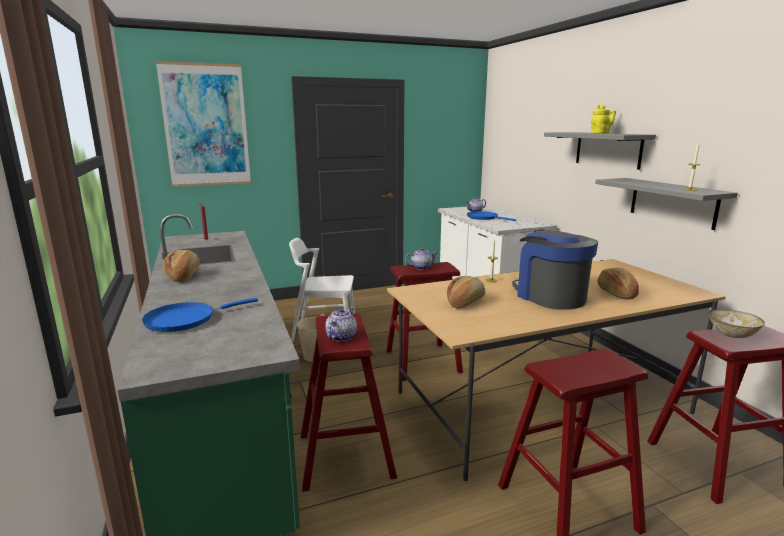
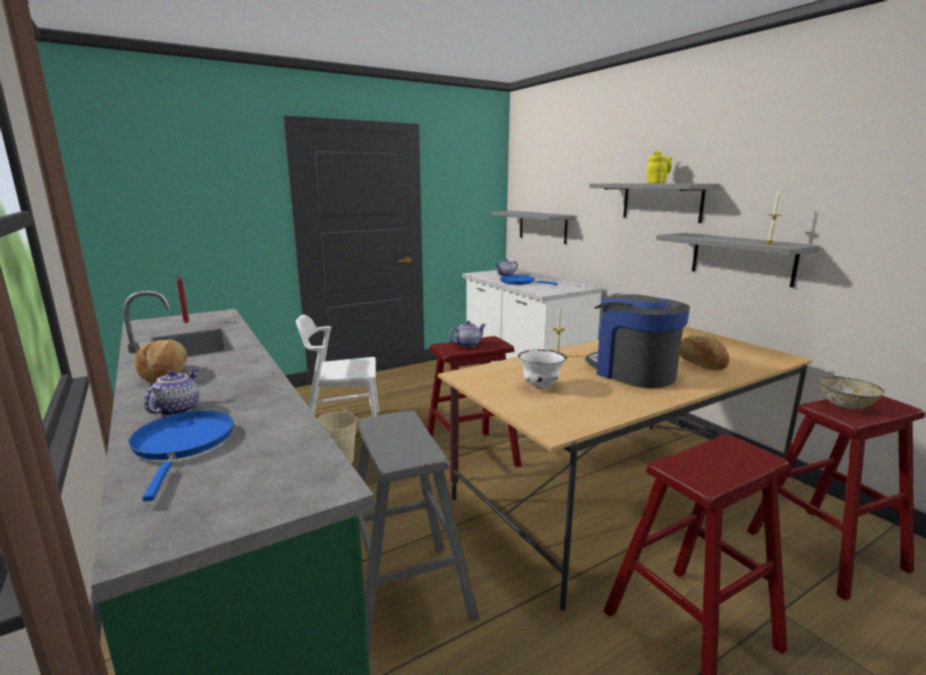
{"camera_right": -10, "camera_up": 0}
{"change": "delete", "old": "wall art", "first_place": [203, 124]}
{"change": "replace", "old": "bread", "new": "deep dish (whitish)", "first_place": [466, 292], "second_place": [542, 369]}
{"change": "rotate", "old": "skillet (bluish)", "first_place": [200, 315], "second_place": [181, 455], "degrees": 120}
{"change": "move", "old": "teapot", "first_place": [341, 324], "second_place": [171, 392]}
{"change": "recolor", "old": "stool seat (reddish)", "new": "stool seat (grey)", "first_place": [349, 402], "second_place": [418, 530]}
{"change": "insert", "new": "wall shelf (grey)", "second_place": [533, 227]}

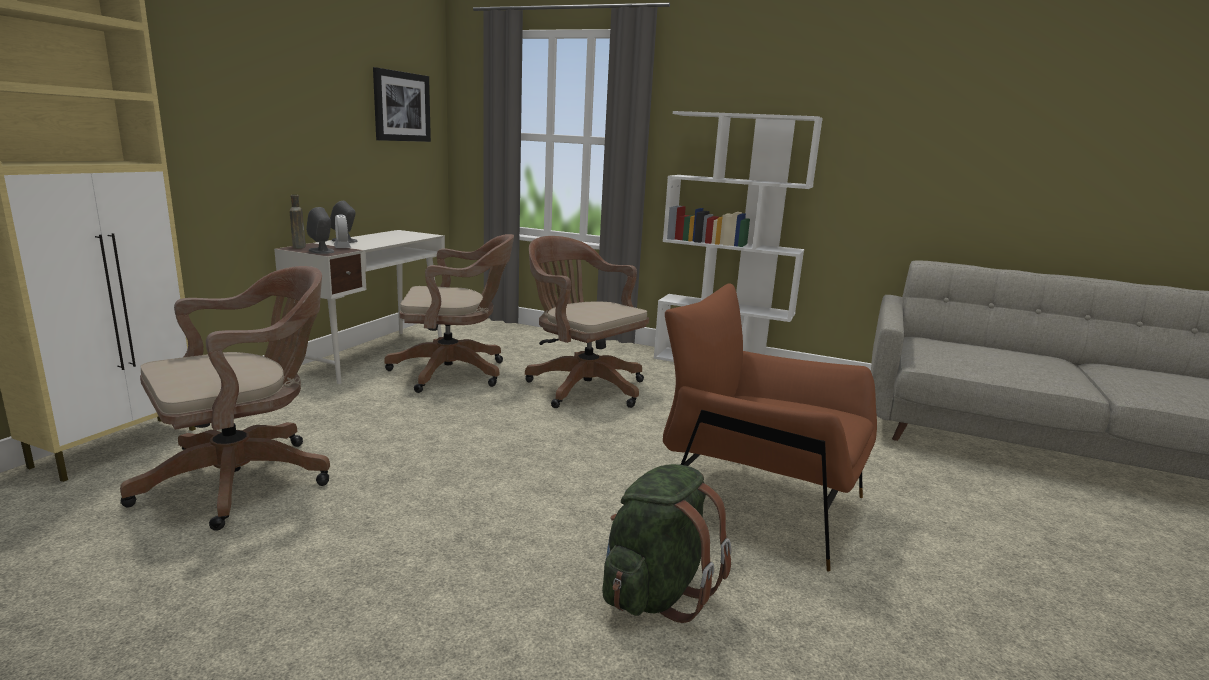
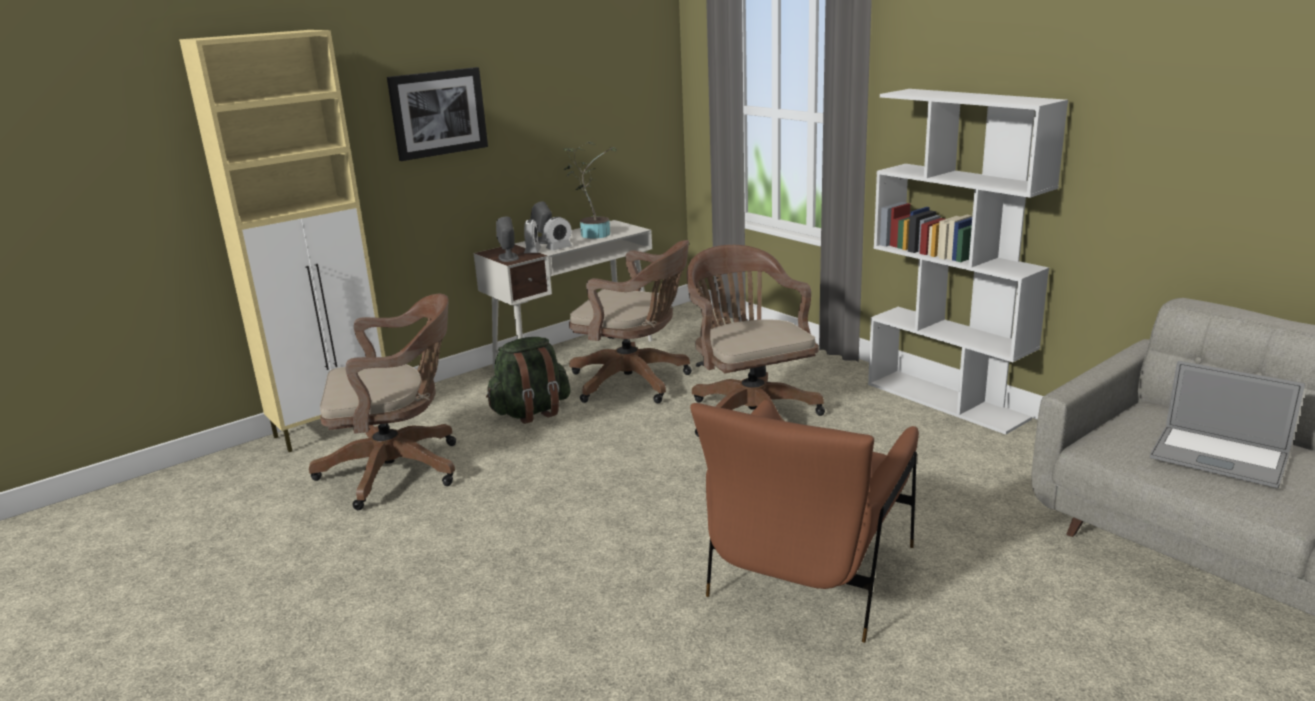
{"camera_right": 30, "camera_up": 5}
{"change": "move", "old": "wall art", "first_place": [402, 104], "second_place": [437, 114]}
{"change": "delete", "old": "beverage bottle (brown)", "first_place": [298, 222]}
{"change": "rotate", "old": "easy chair (brown)", "first_place": [770, 427], "second_place": [804, 521], "degrees": -120}
{"change": "move", "old": "backpack (green)", "first_place": [666, 543], "second_place": [528, 380]}
{"change": "insert", "new": "houseplant", "second_place": [590, 190]}
{"change": "insert", "new": "alarm clock", "second_place": [557, 233]}
{"change": "insert", "new": "laptop", "second_place": [1227, 424]}

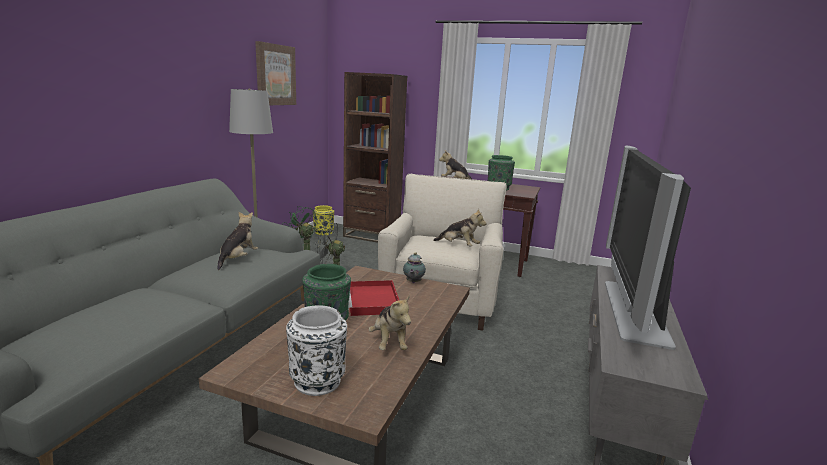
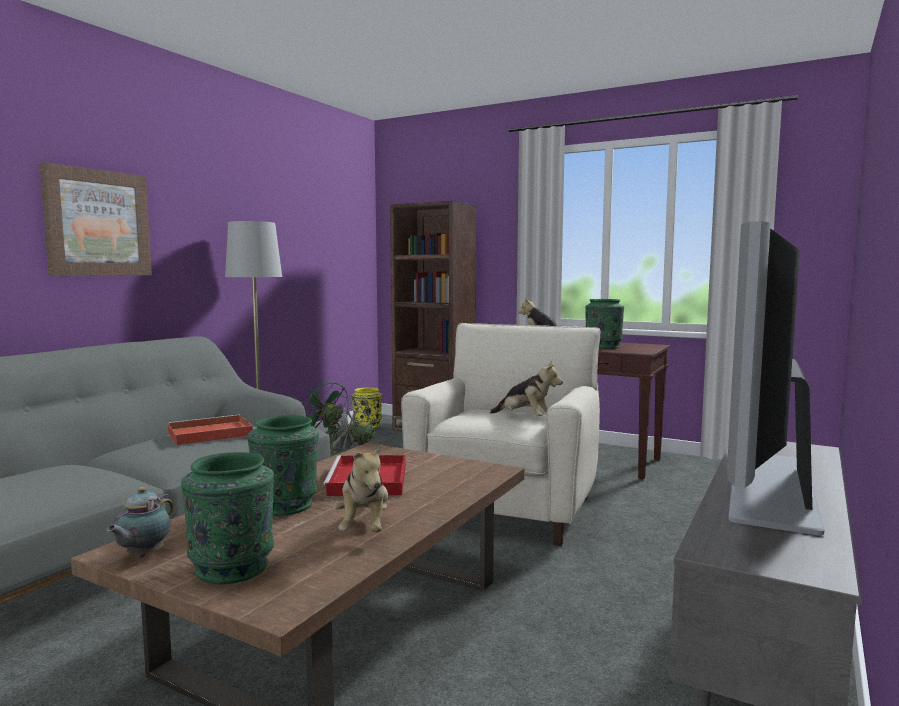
{"camera_right": 10, "camera_up": -10}
{"change": "move", "old": "wall art", "first_place": [275, 73], "second_place": [96, 219]}
{"change": "replace", "old": "cuddly toy", "new": "serving tray (reddish)", "first_place": [237, 240], "second_place": [210, 430]}
{"change": "move", "old": "teapot", "first_place": [414, 267], "second_place": [139, 522]}
{"change": "recolor", "old": "vase (whitish)", "new": "vase (green)", "first_place": [316, 350], "second_place": [227, 518]}

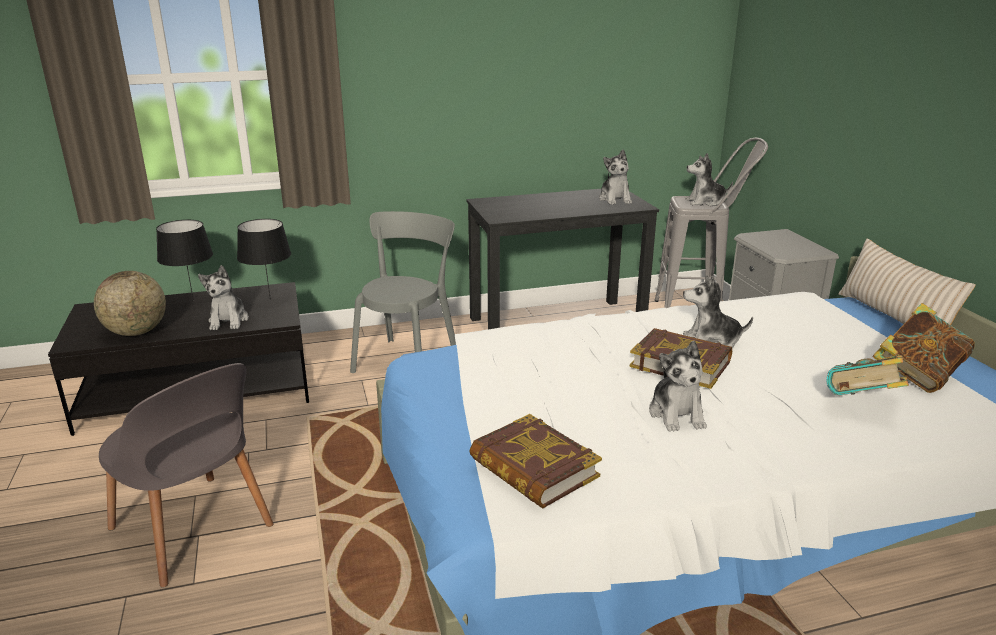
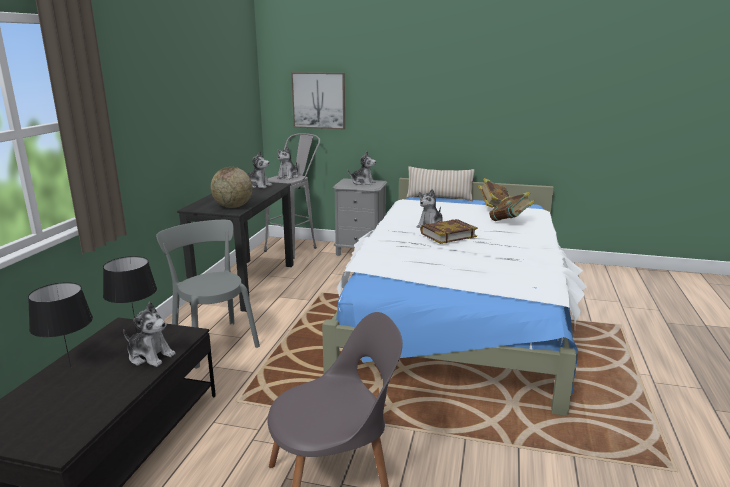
{"camera_right": -60, "camera_up": -5}
{"change": "move", "old": "desk globe", "first_place": [130, 303], "second_place": [232, 187]}
{"change": "move", "old": "cuddly toy", "first_place": [678, 386], "second_place": [362, 168]}
{"change": "delete", "old": "volume", "first_place": [535, 461]}
{"change": "insert", "new": "wall art", "second_place": [318, 100]}

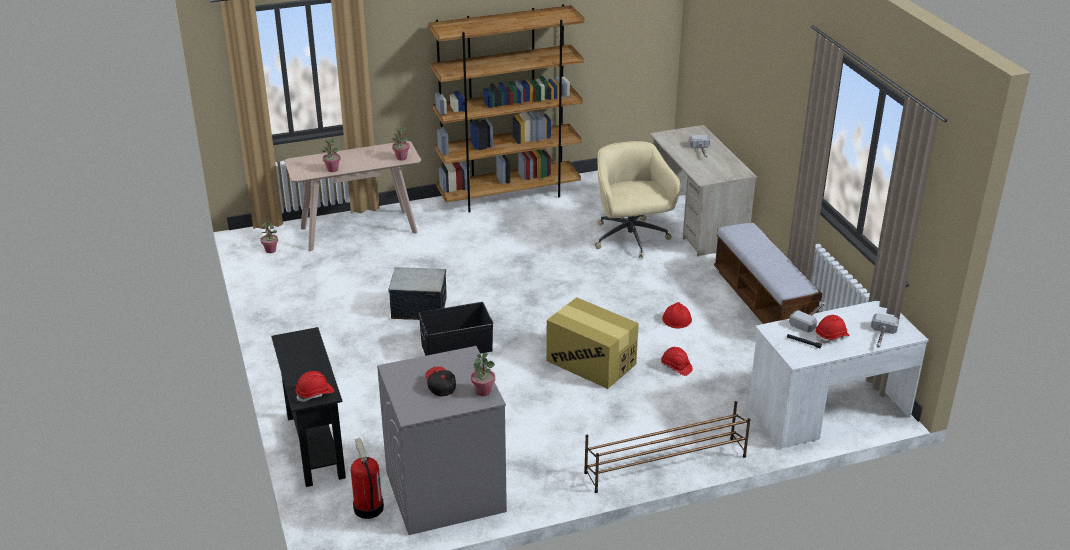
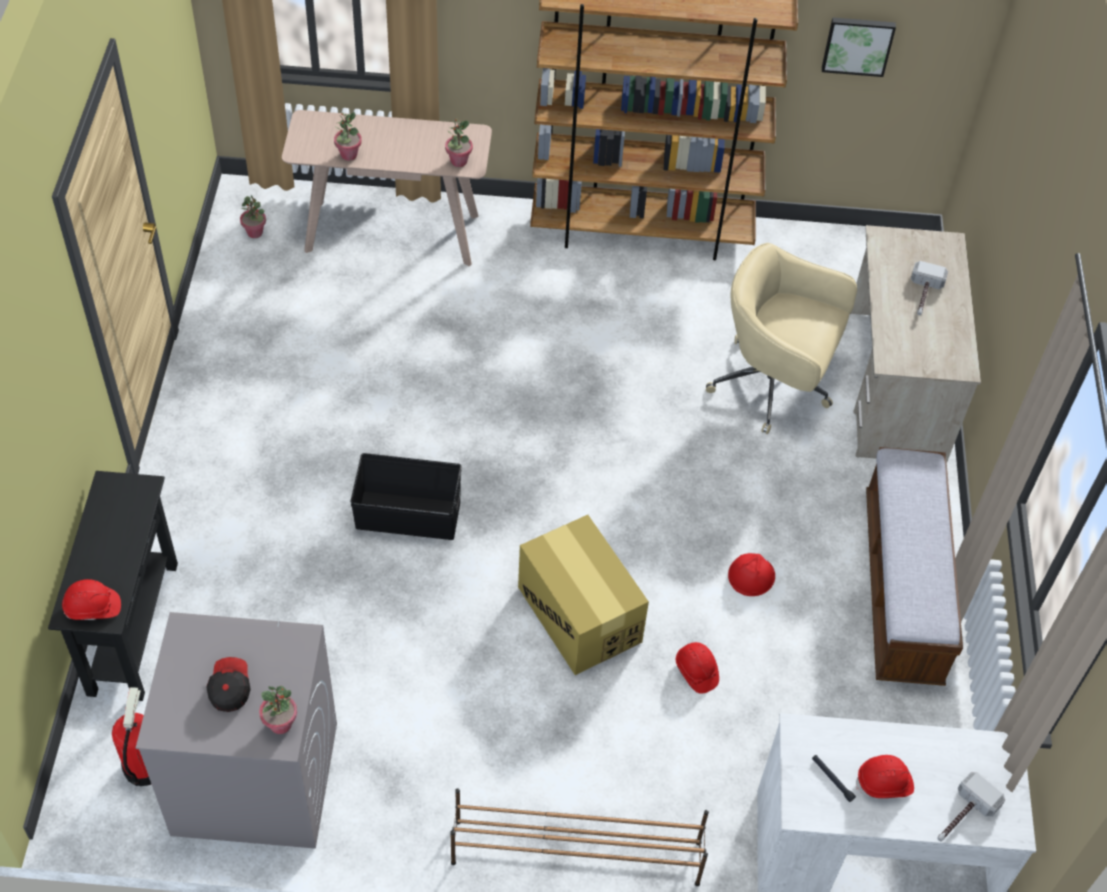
{"camera_right": 20, "camera_up": 20}
{"change": "rotate", "old": "office chair (sand-coloured)", "first_place": [637, 199], "second_place": [781, 338], "degrees": -75}
{"change": "delete", "old": "storage bin", "first_place": [417, 293]}
{"change": "delete", "old": "hammer", "first_place": [807, 317]}
{"change": "insert", "new": "wall art", "second_place": [859, 47]}

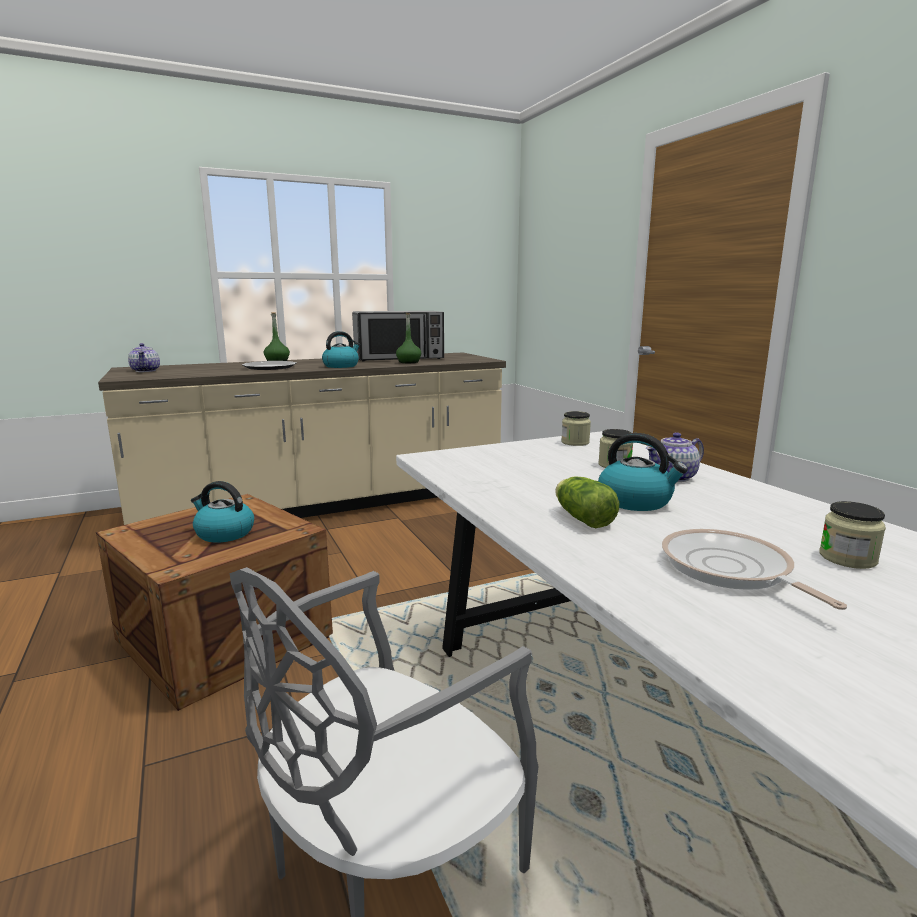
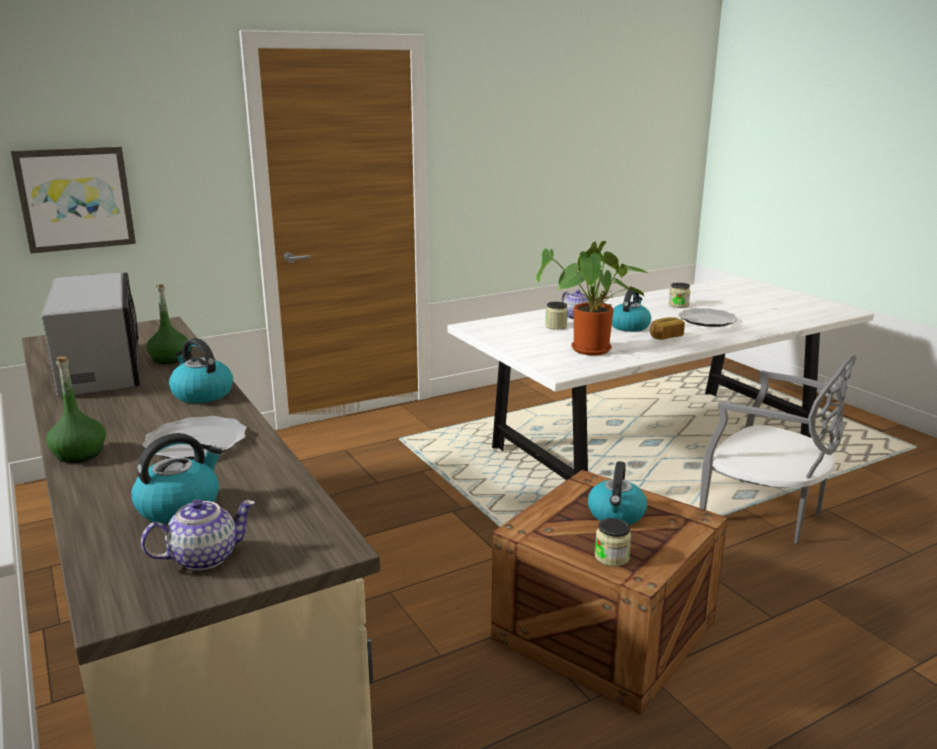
{"camera_right": -95, "camera_up": 5}
{"change": "move", "old": "preserve jar", "first_place": [576, 428], "second_place": [613, 542]}
{"change": "replace", "old": "lettuce head", "new": "bread", "first_place": [587, 502], "second_place": [667, 328]}
{"change": "replace", "old": "skillet", "new": "dinner plate", "first_place": [754, 569], "second_place": [708, 317]}
{"change": "insert", "new": "wall art", "second_place": [73, 200]}
{"change": "insert", "new": "houseplant", "second_place": [593, 298]}
{"change": "insert", "new": "kettle", "second_place": [176, 478]}

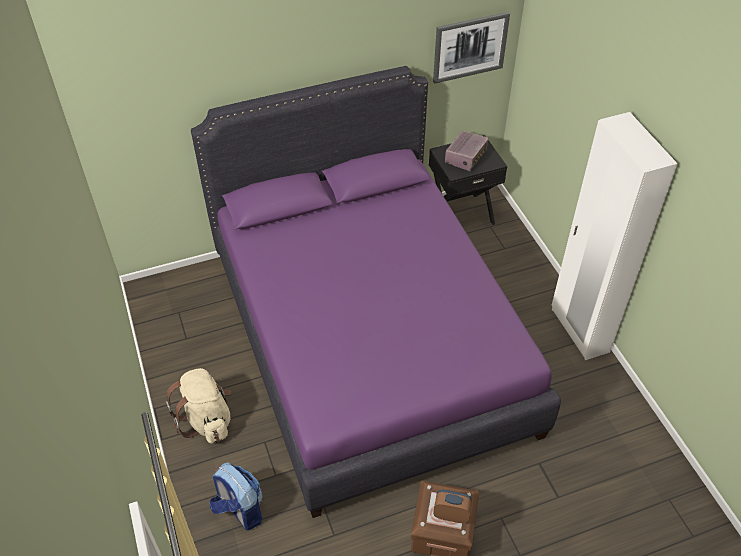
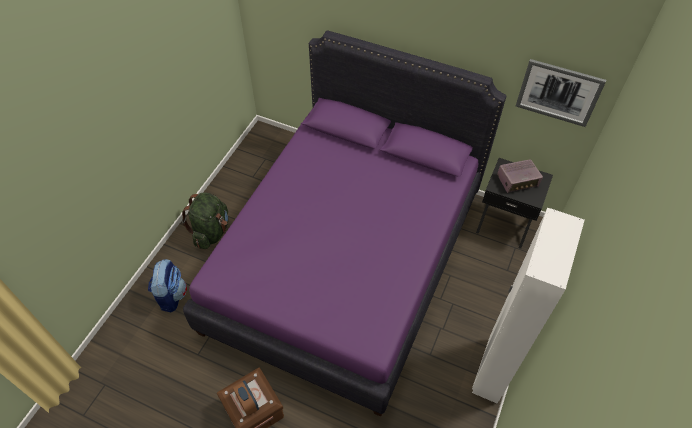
{"camera_right": 45, "camera_up": 5}
{"change": "recolor", "old": "backpack (sand-coloured)", "new": "backpack (green)", "first_place": [198, 406], "second_place": [205, 220]}

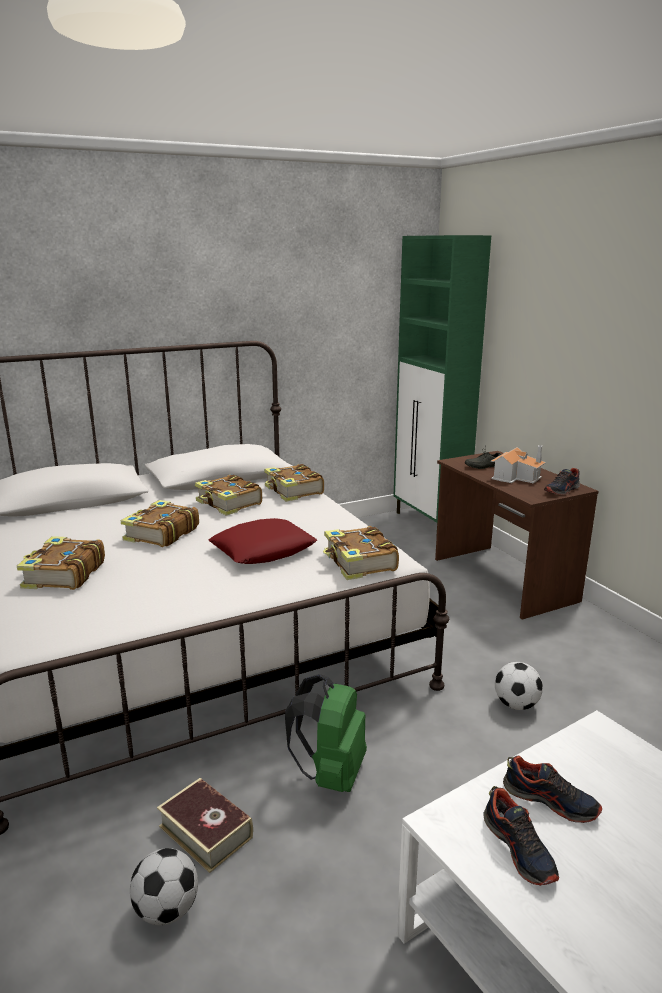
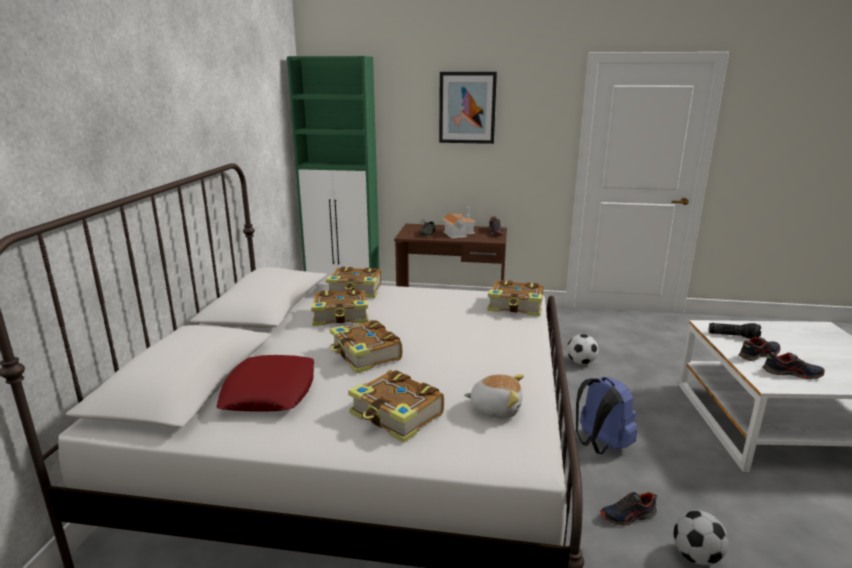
{"camera_right": -55, "camera_up": 0}
{"change": "move", "old": "cushion (reddish)", "first_place": [263, 541], "second_place": [265, 383]}
{"change": "recolor", "old": "backpack (green)", "new": "backpack (bluish)", "first_place": [326, 733], "second_place": [606, 415]}
{"change": "replace", "old": "volume", "new": "low shoe", "first_place": [205, 825], "second_place": [628, 509]}
{"change": "insert", "new": "wall art", "second_place": [468, 108]}
{"change": "insert", "new": "hand torch", "second_place": [735, 331]}
{"change": "insert", "new": "cuddly toy", "second_place": [494, 396]}

